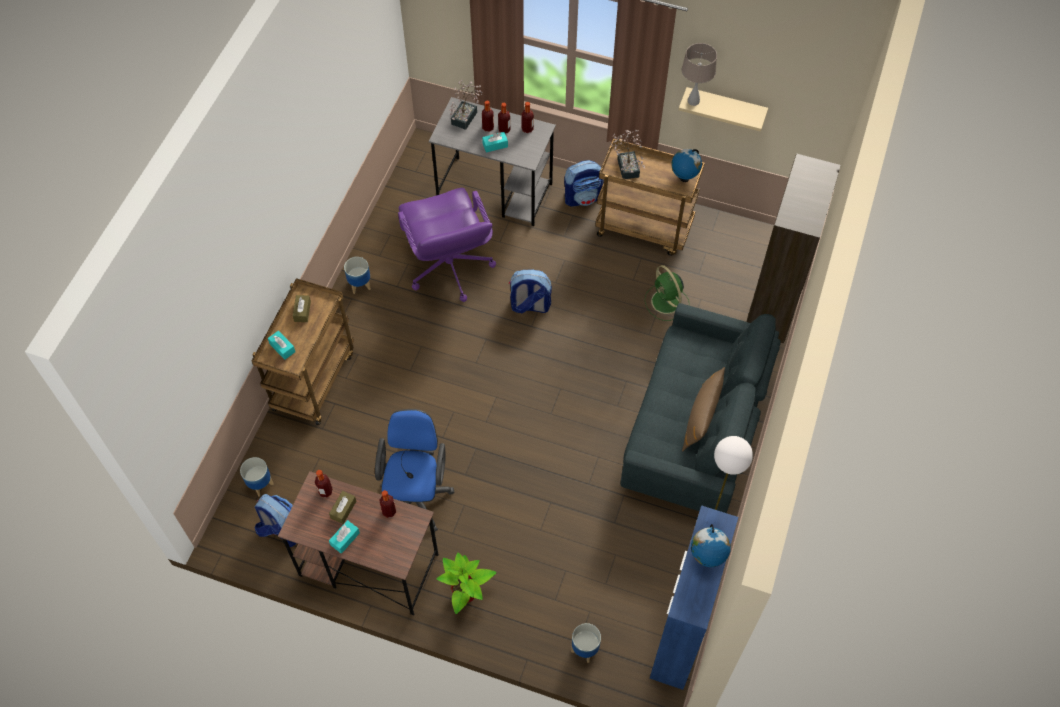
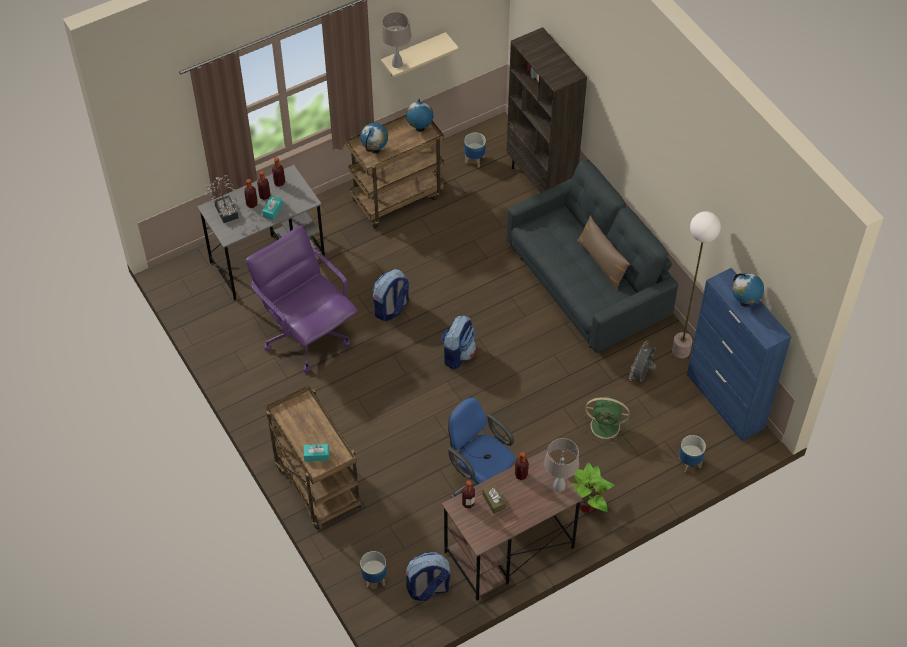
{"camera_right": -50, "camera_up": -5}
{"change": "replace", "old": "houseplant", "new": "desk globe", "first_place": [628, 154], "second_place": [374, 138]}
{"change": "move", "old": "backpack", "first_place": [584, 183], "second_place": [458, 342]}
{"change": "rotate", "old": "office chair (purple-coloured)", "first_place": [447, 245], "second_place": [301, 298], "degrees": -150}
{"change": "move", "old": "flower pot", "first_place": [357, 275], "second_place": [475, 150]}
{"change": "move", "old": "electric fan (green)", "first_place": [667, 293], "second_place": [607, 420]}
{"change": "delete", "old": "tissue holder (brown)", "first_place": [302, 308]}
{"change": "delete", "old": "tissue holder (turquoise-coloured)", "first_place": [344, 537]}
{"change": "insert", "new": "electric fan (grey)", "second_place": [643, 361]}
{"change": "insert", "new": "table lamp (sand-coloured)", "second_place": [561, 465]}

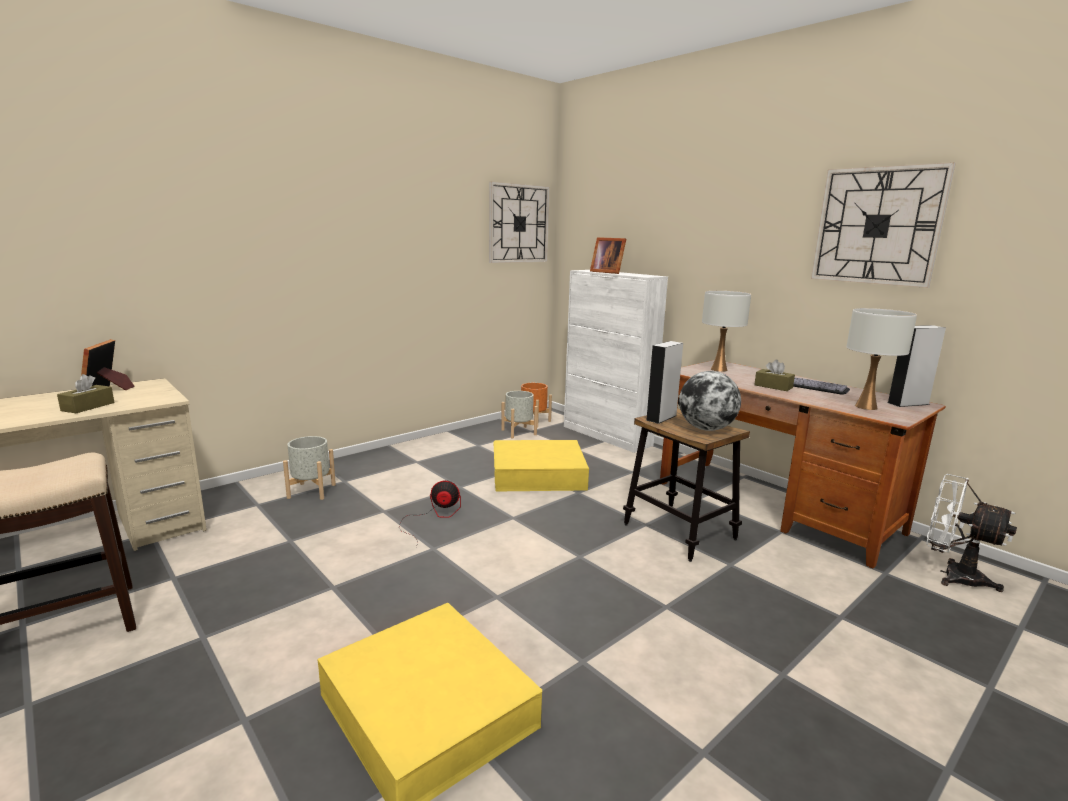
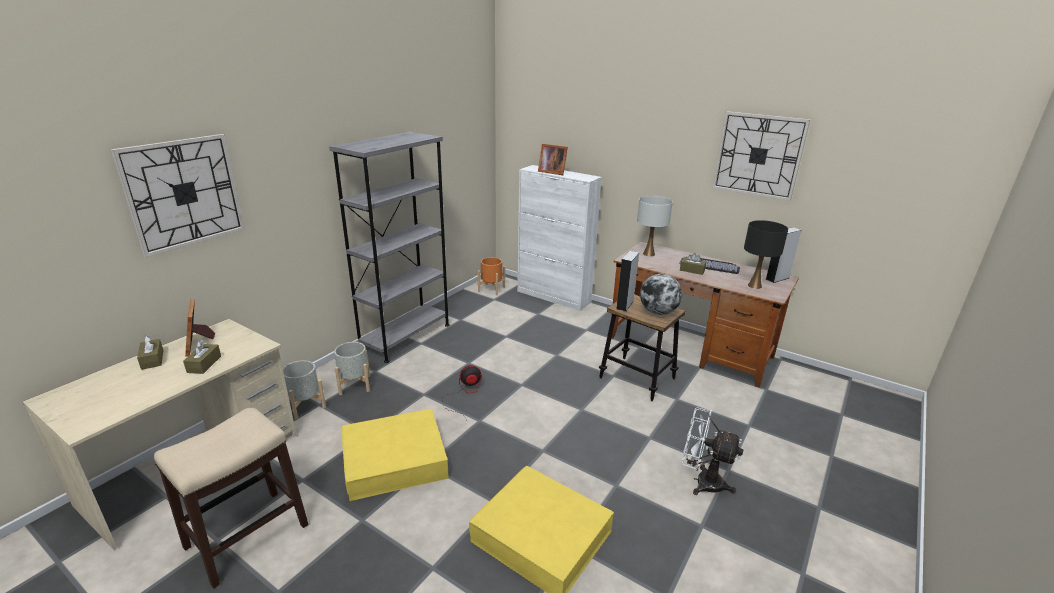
{"camera_right": -15, "camera_up": 10}
{"change": "move", "old": "hanging clock", "first_place": [519, 222], "second_place": [178, 195]}
{"change": "recolor", "old": "table lamp (whitish)", "new": "table lamp (black)", "first_place": [881, 359], "second_place": [766, 254]}
{"change": "move", "old": "flower pot (grey)", "first_place": [519, 414], "second_place": [304, 390]}
{"change": "move", "old": "storage bin (yellow)", "first_place": [541, 466], "second_place": [395, 455]}
{"change": "move", "old": "electric fan (whitish)", "first_place": [972, 533], "second_place": [713, 451]}
{"change": "insert", "new": "shelving unit (grey)", "second_place": [389, 247]}
{"change": "insert", "new": "tissue holder (brown)", "second_place": [150, 353]}

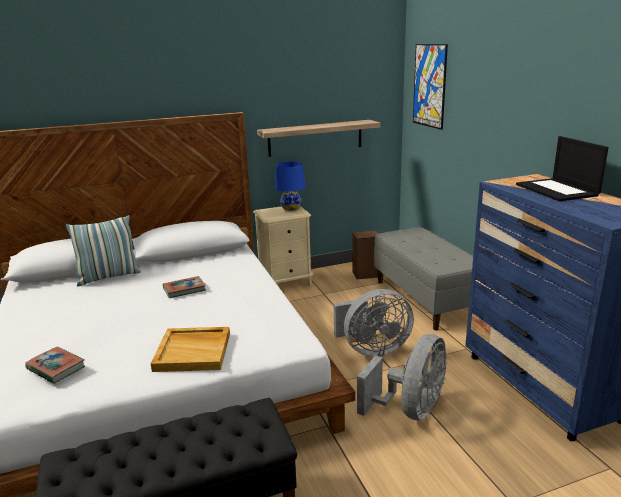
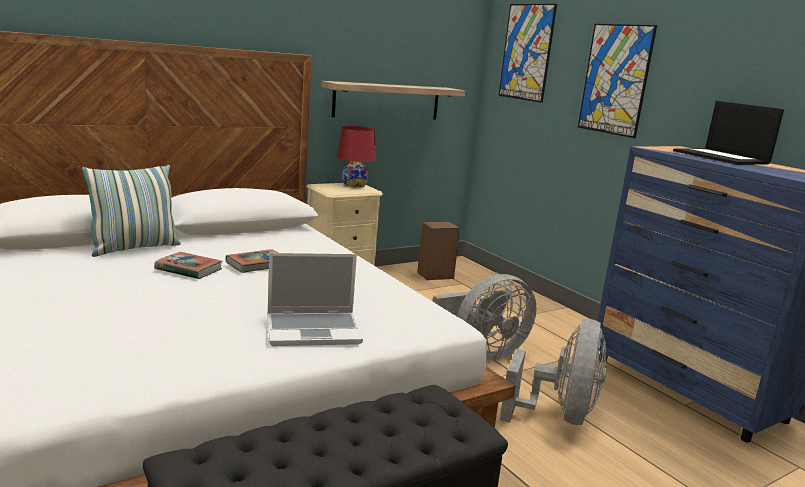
{"camera_right": -15, "camera_up": -5}
{"change": "recolor", "old": "table lamp (bluish)", "new": "table lamp (reddish)", "first_place": [290, 186], "second_place": [356, 157]}
{"change": "delete", "old": "bench (grey)", "first_place": [423, 278]}
{"change": "replace", "old": "serving tray (sand-coloured)", "new": "laptop", "first_place": [190, 349], "second_place": [315, 299]}
{"change": "move", "old": "volume", "first_place": [55, 365], "second_place": [188, 265]}
{"change": "insert", "new": "wall art", "second_place": [617, 81]}

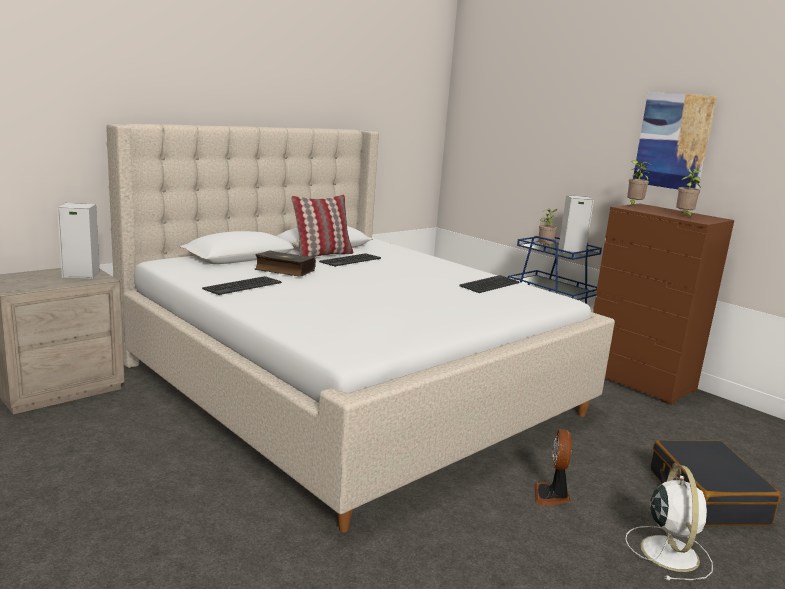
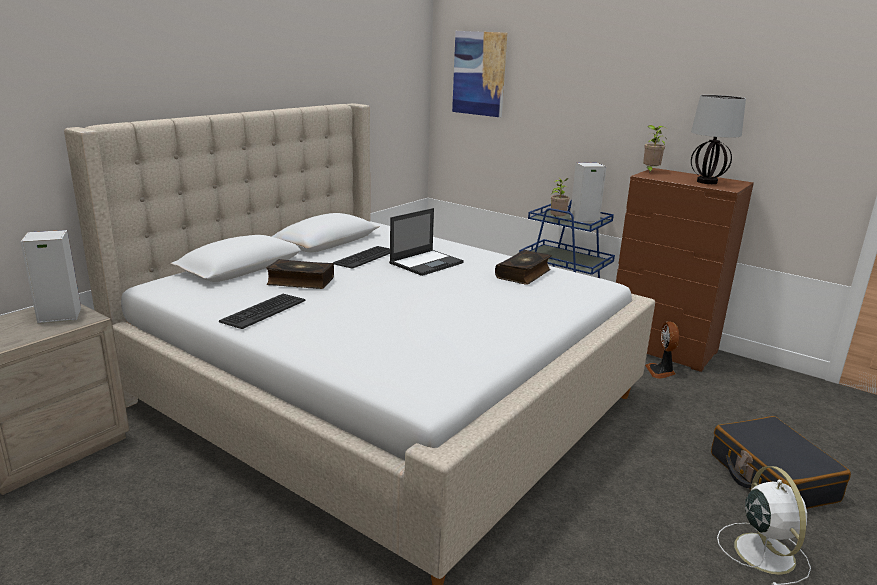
{"camera_right": -10, "camera_up": 5}
{"change": "move", "old": "wall art", "first_place": [675, 140], "second_place": [479, 74]}
{"change": "replace", "old": "houseplant", "new": "table lamp", "first_place": [688, 192], "second_place": [718, 139]}
{"change": "delete", "old": "cushion", "first_place": [322, 225]}
{"change": "replace", "old": "keyboard", "new": "volume", "first_place": [489, 284], "second_place": [523, 267]}
{"change": "move", "old": "electric fan", "first_place": [553, 467], "second_place": [662, 350]}
{"change": "insert", "new": "laptop", "second_place": [426, 242]}

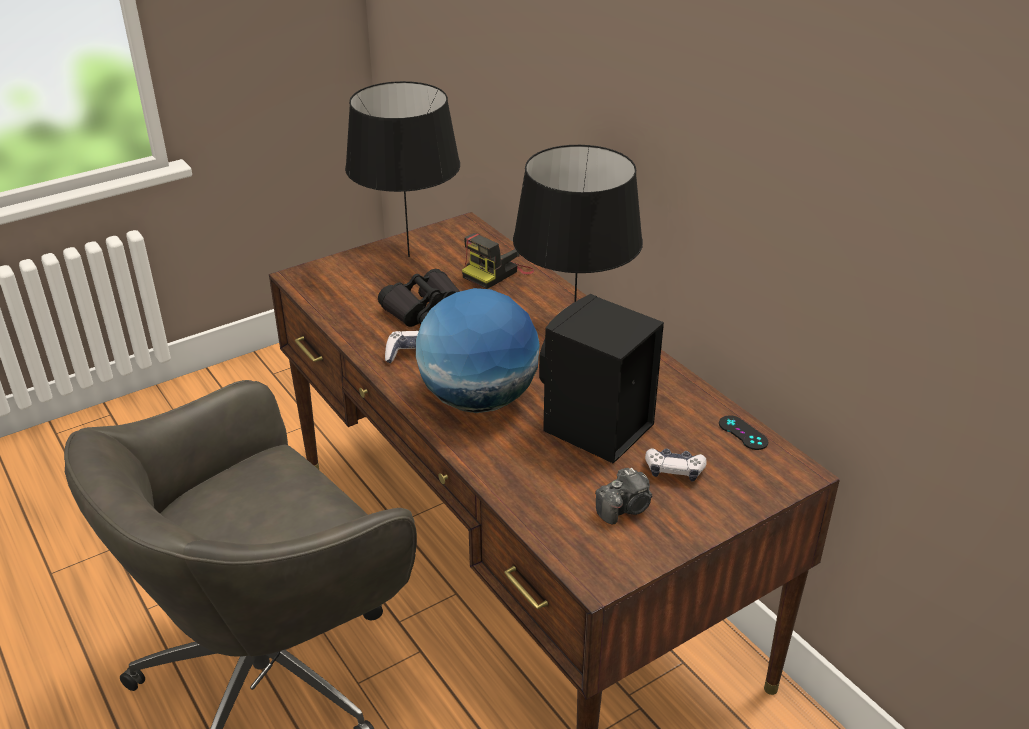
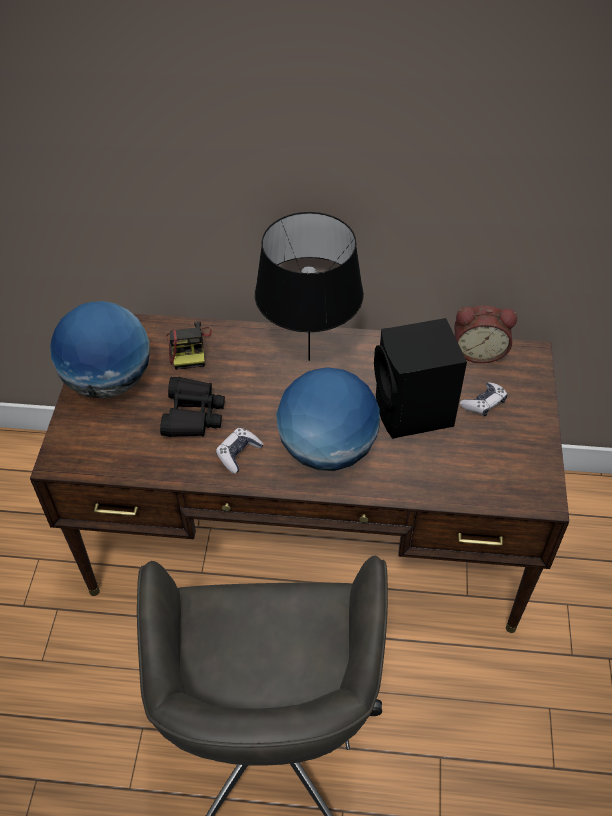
{"camera_right": -50, "camera_up": 15}
{"change": "replace", "old": "table lamp (black)", "new": "desk globe", "first_place": [402, 169], "second_place": [100, 349]}
{"change": "replace", "old": "game controller (black)", "new": "alarm clock", "first_place": [743, 432], "second_place": [486, 334]}
{"change": "delete", "old": "photo camera", "first_place": [623, 496]}

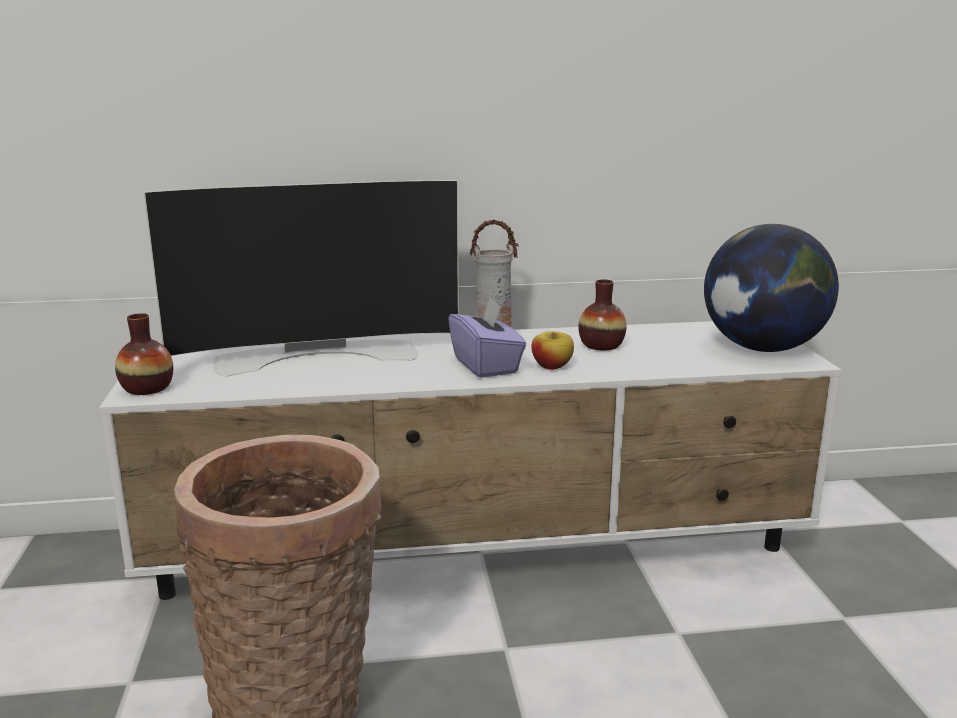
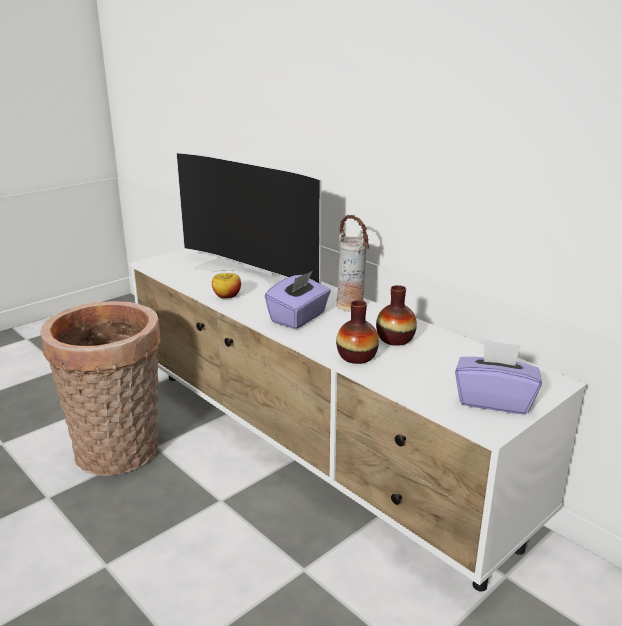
{"camera_right": 55, "camera_up": 5}
{"change": "replace", "old": "desk globe", "new": "tissue holder (purple-coloured)", "first_place": [771, 288], "second_place": [498, 376]}
{"change": "move", "old": "vase", "first_place": [144, 354], "second_place": [357, 332]}
{"change": "move", "old": "whole apple", "first_place": [552, 350], "second_place": [226, 286]}

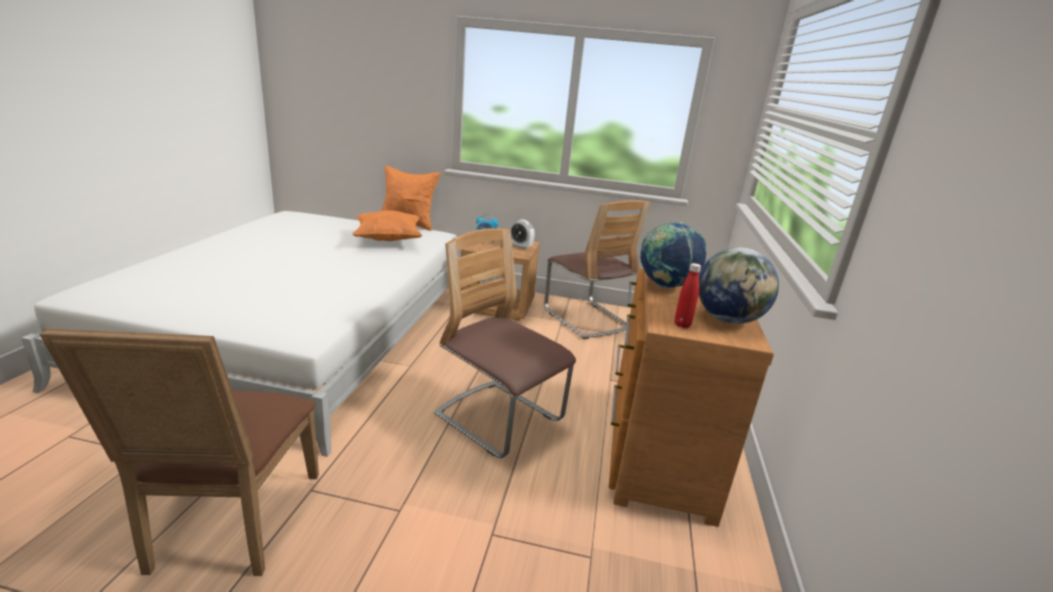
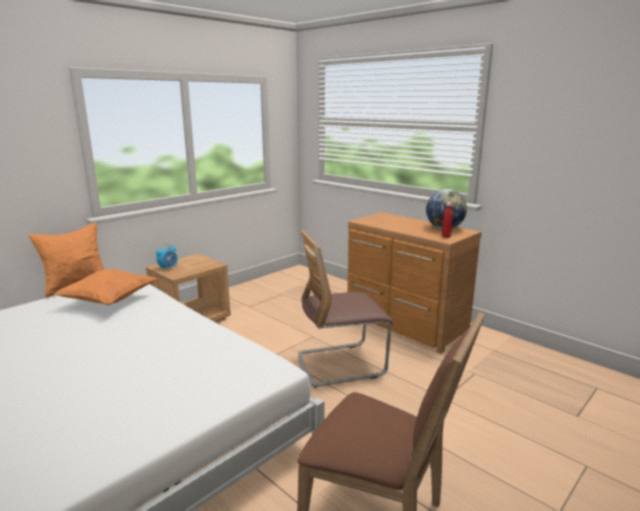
{"camera_right": -55, "camera_up": -5}
{"change": "delete", "old": "chair", "first_place": [597, 269]}
{"change": "delete", "old": "alarm clock", "first_place": [522, 234]}
{"change": "delete", "old": "desk globe", "first_place": [673, 255]}

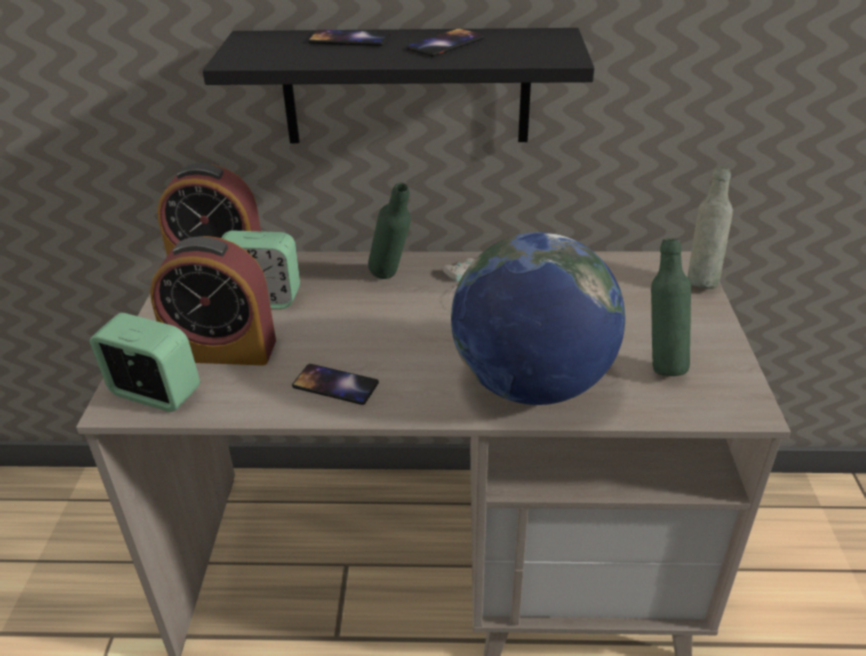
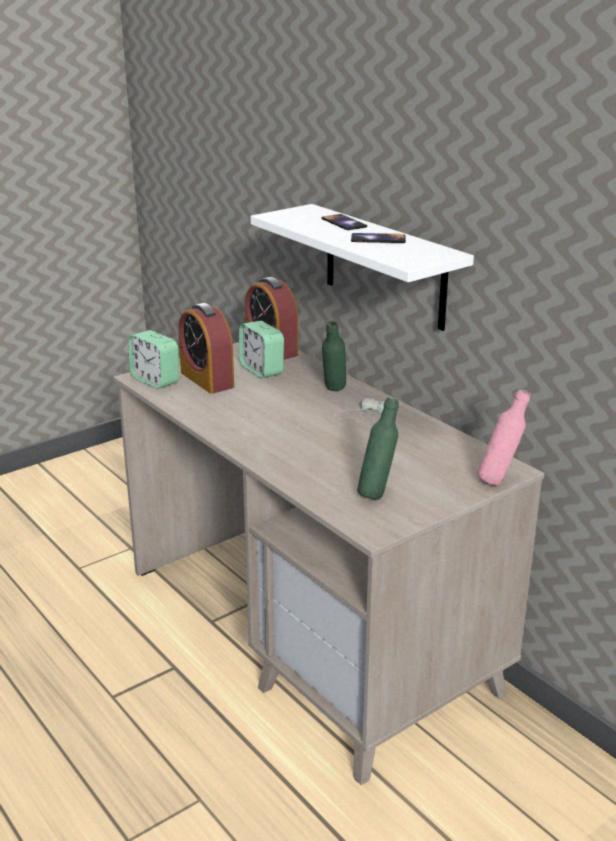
{"camera_right": 50, "camera_up": -10}
{"change": "recolor", "old": "wall shelf (black)", "new": "wall shelf (whitish)", "first_place": [398, 85], "second_place": [362, 267]}
{"change": "recolor", "old": "beverage bottle (grey)", "new": "beverage bottle (pink)", "first_place": [710, 228], "second_place": [503, 437]}
{"change": "delete", "old": "desk globe", "first_place": [538, 318]}
{"change": "rotate", "old": "alarm clock", "first_place": [145, 362], "second_place": [153, 359], "degrees": 150}
{"change": "delete", "old": "telephone", "first_place": [335, 384]}

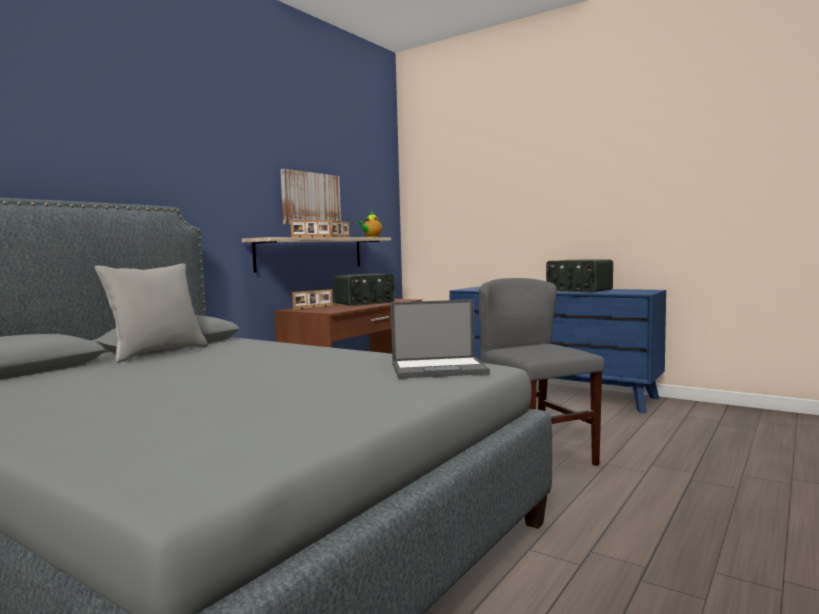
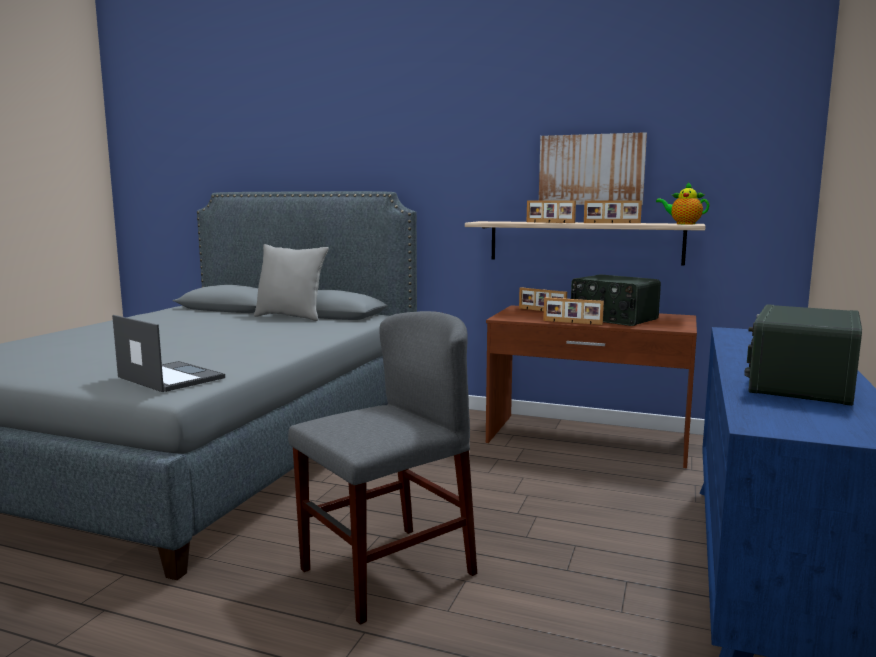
{"camera_right": 75, "camera_up": 5}
{"change": "rotate", "old": "laptop", "first_place": [440, 339], "second_place": [168, 353], "degrees": 150}
{"change": "insert", "new": "photo frame", "second_place": [573, 311]}

